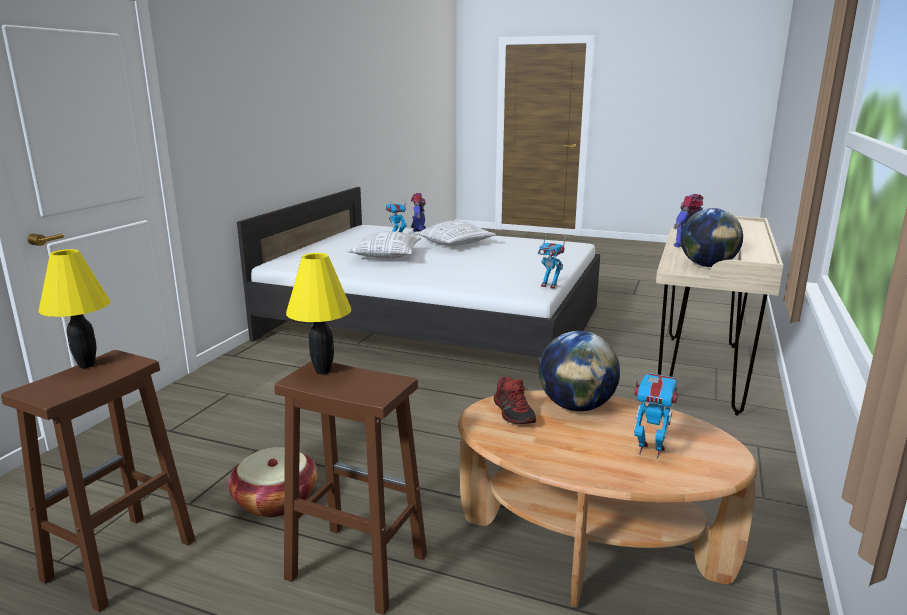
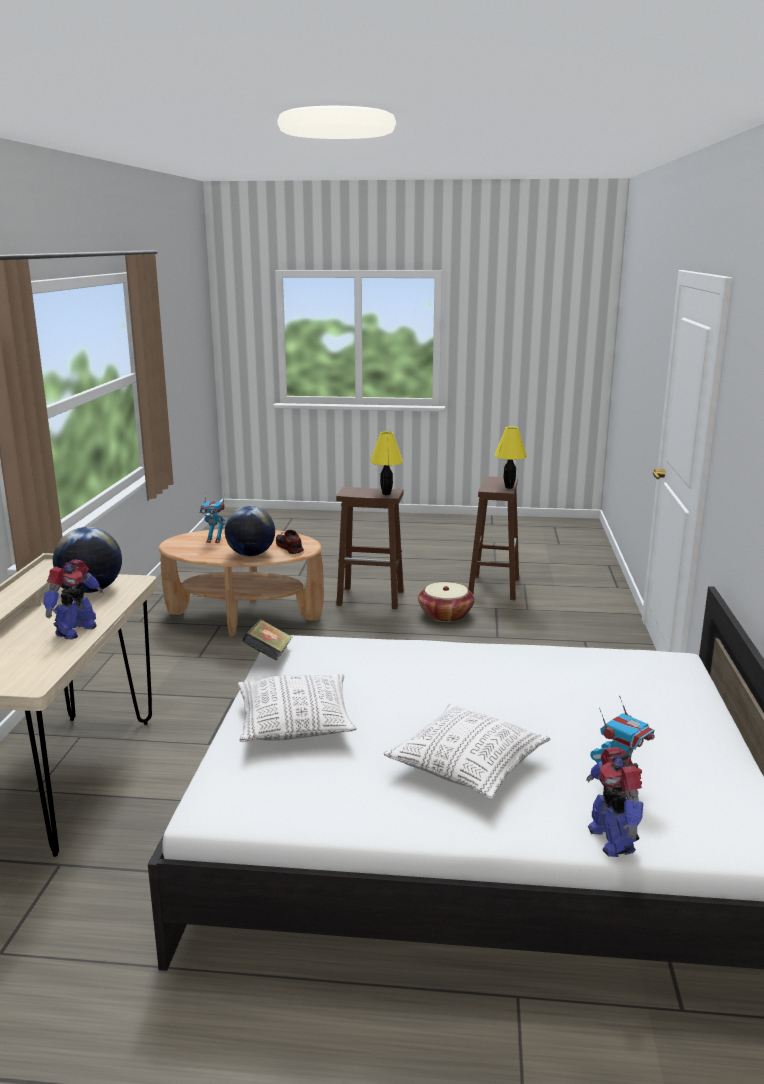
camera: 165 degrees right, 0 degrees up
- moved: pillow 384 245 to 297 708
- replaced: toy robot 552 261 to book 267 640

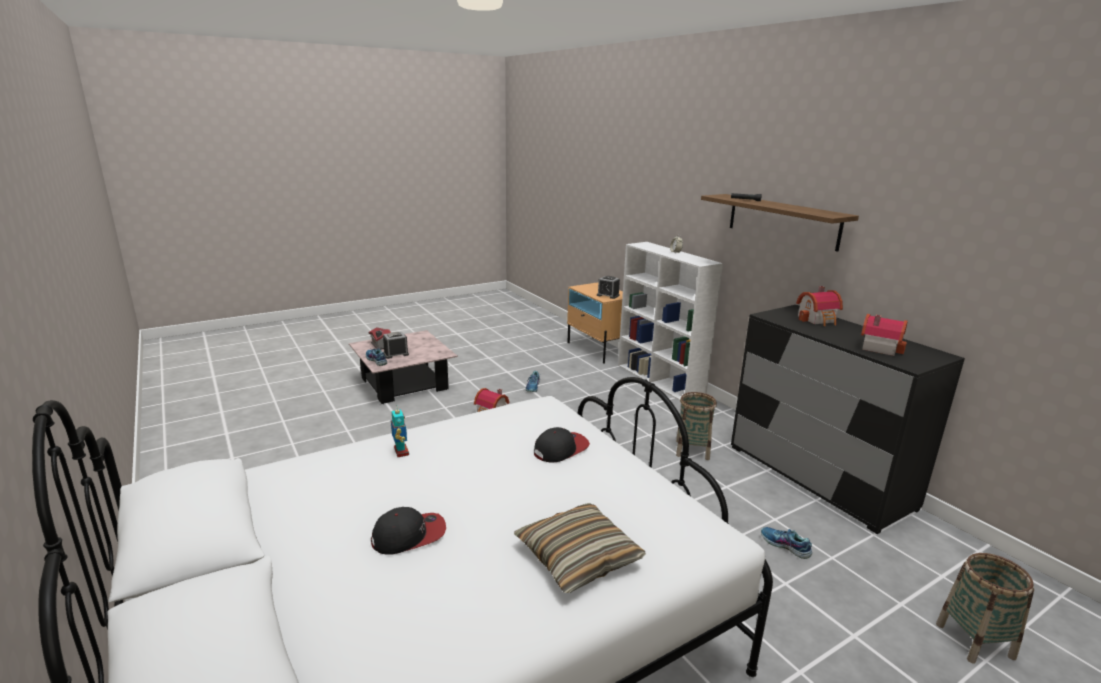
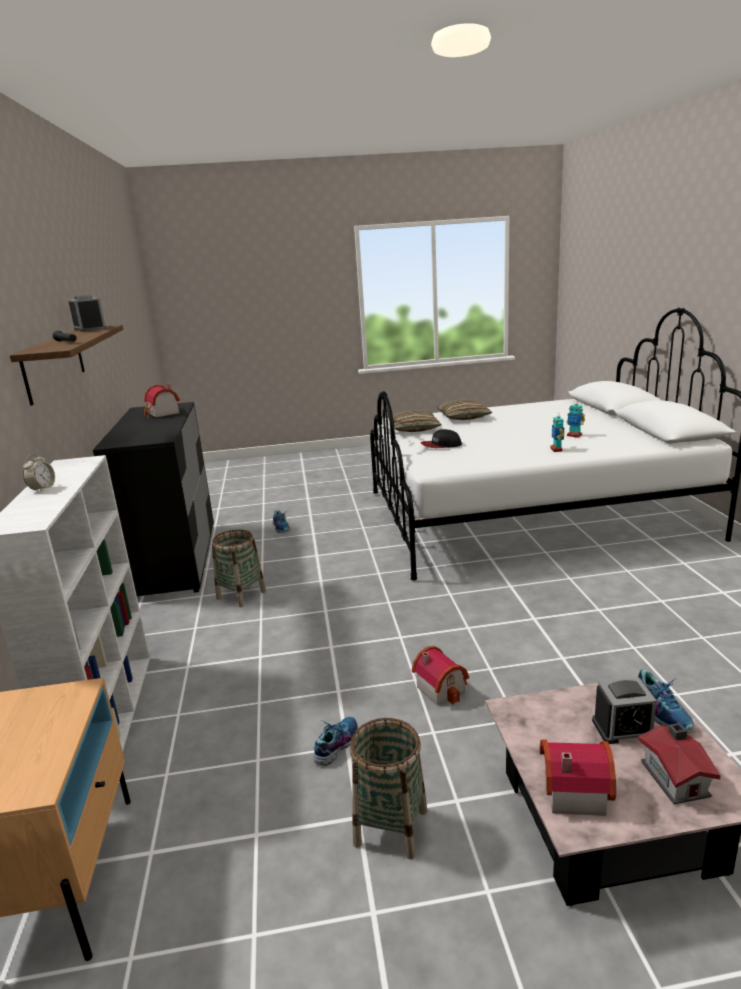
camera: 155 degrees left, 0 degrees up
- removed: cap 408 531
- added: pillow 415 421
- added: toy robot 575 419
- moved: alarm clock 608 287 to 87 313
- moved: toy house 819 306 to 577 777
- moved: basket 985 608 to 388 788

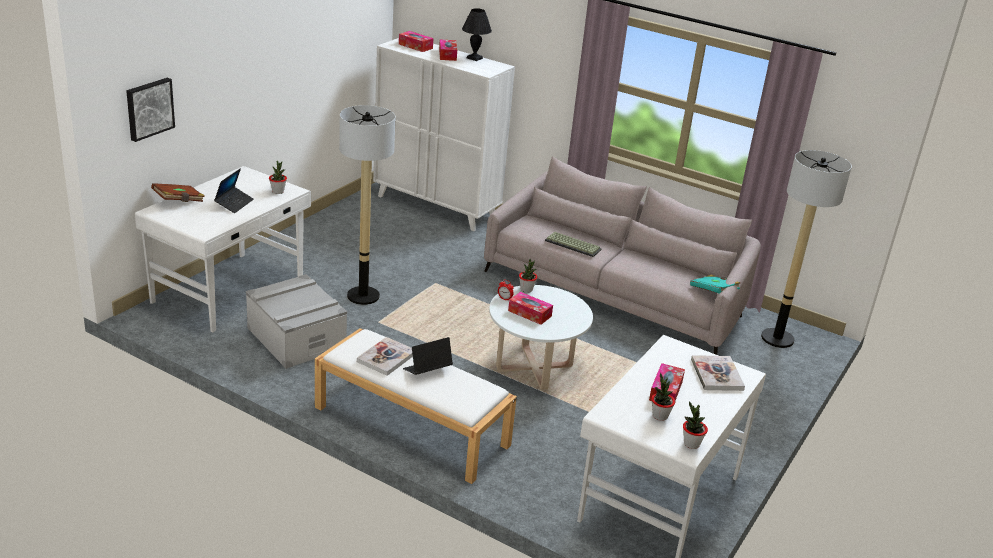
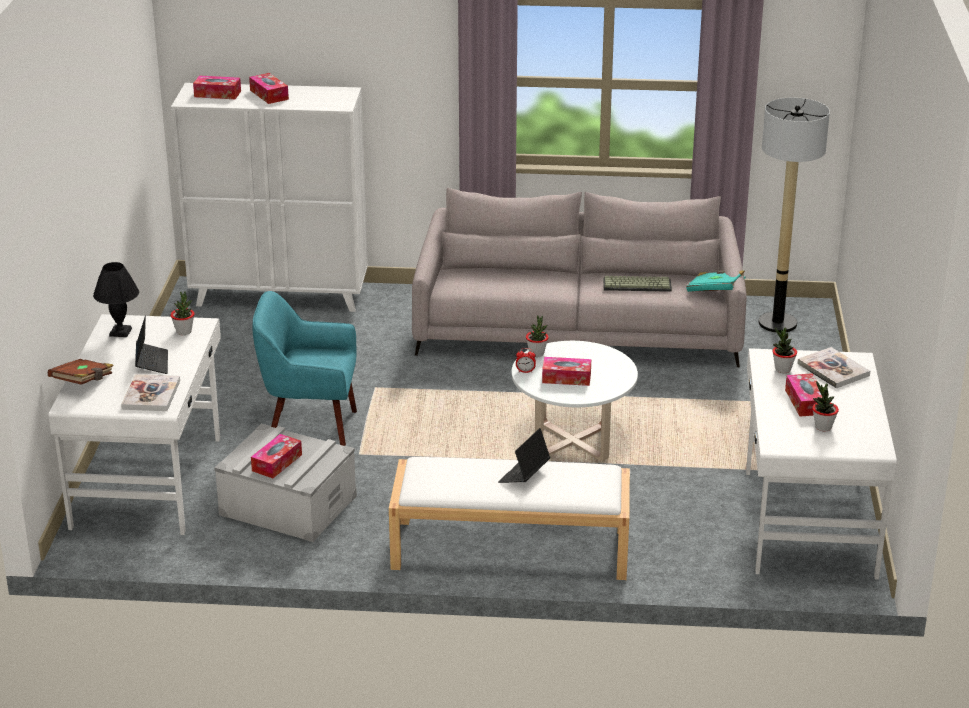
camera: 25 degrees left, 0 degrees up
- removed: picture 150 110
- added: tissue box 276 456
- moved: book 385 356 to 150 392
- moved: table lamp (black) 477 34 to 116 299
- moved: keyboard 573 244 to 637 284
- moved: potted plant 695 425 to 784 350
- replaced: floor lamp 367 205 to armchair (turquoise) 304 368

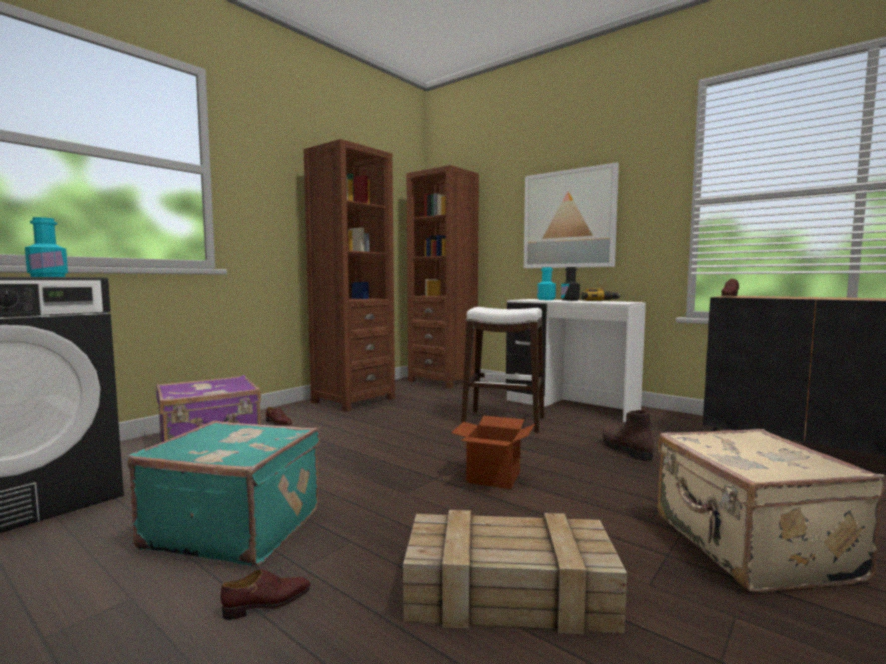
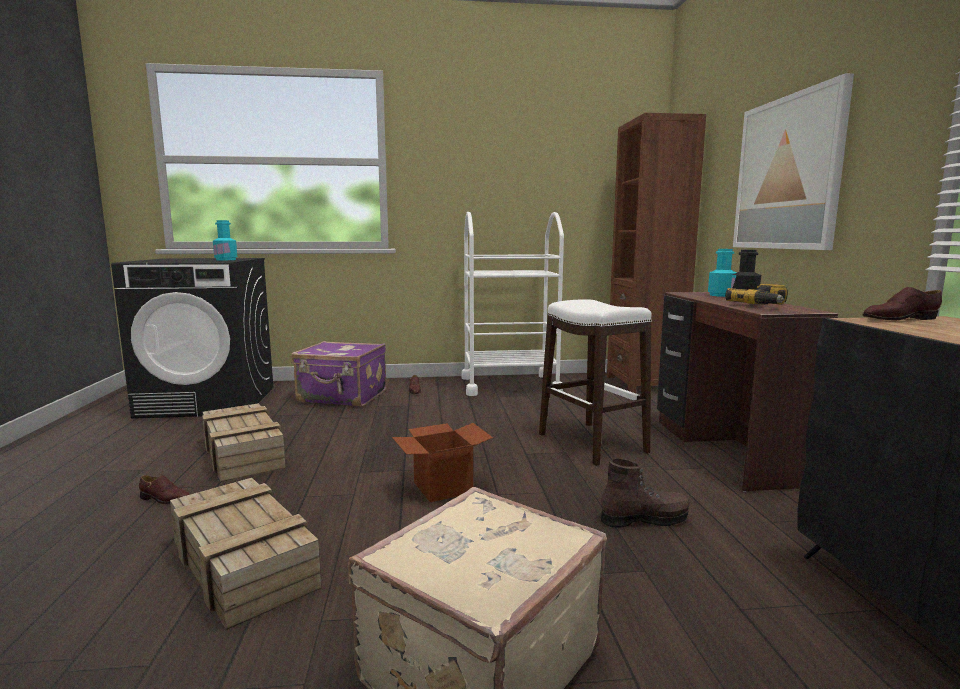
camera: 45 degrees right, 5 degrees up
- replaced: suitcase (turquoise) 224 493 to crate 244 442
- replaced: bookcase (brown) 349 275 to cart (white) 512 304
- recoloured: desk (white) 576 360 to desk (brown) 747 392
- turned: boot (brown) 628 435 = 645 493 60 degrees clockwise

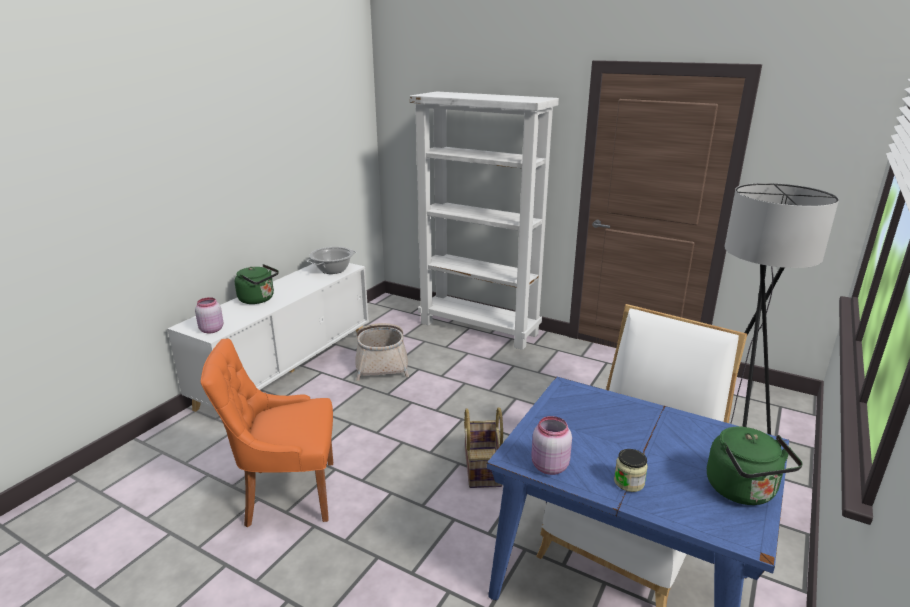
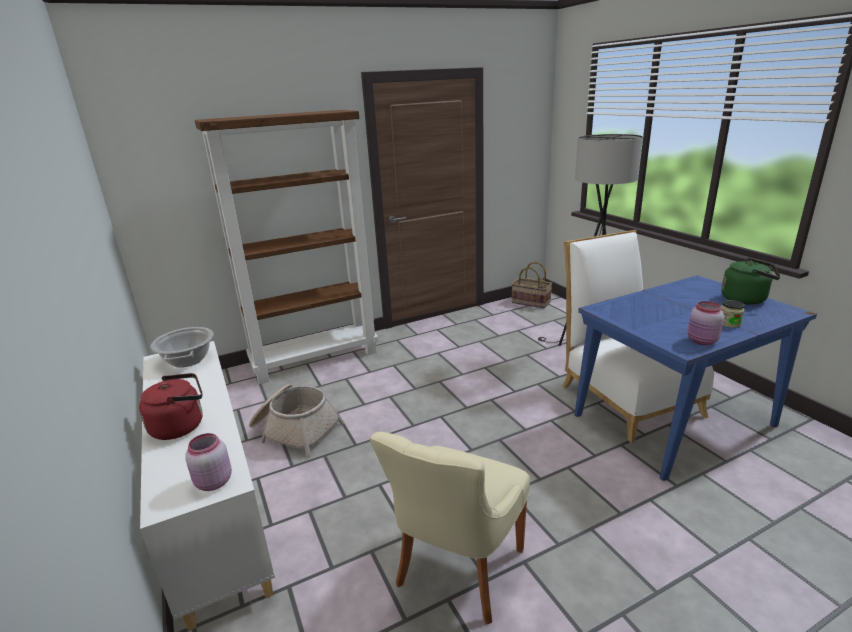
camera: 55 degrees left, 0 degrees up
- moved: basket 483 447 to 532 285
- recoloured: chair (orange) 266 433 to chair (beige) 449 528
- recoloured: kettle (green) 257 284 to kettle (red) 171 406
- recoloured: bookcase (white) 484 220 to bookcase (brown) 286 247

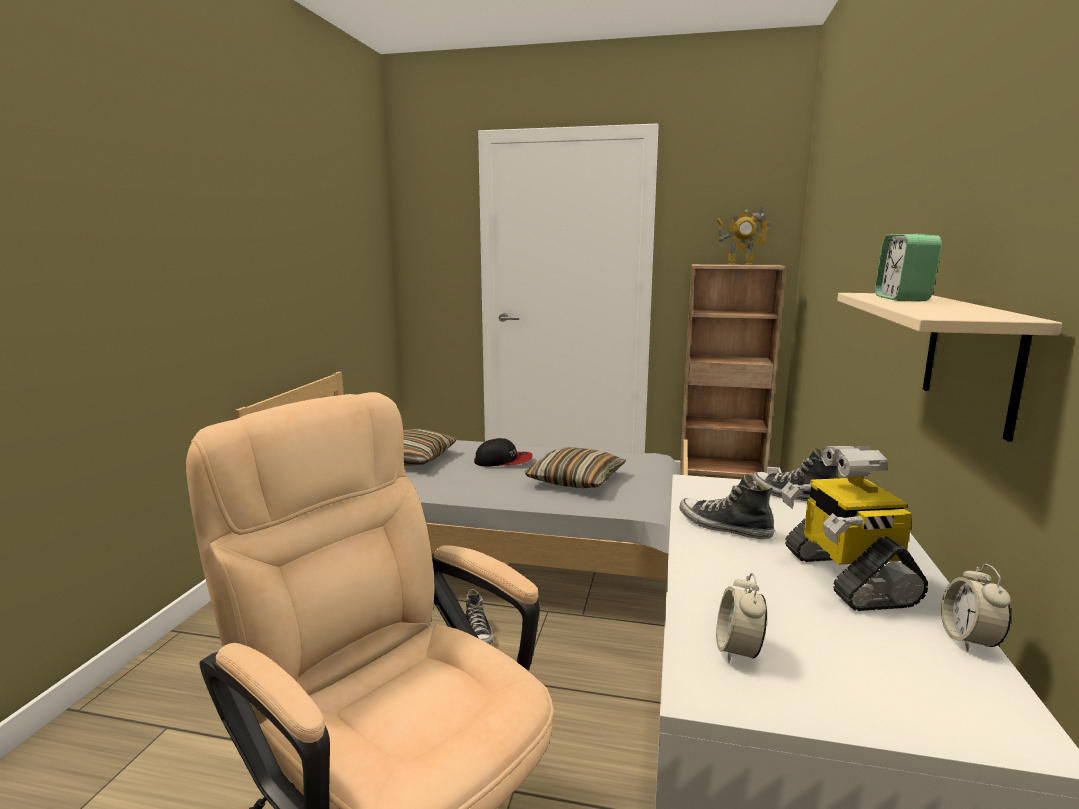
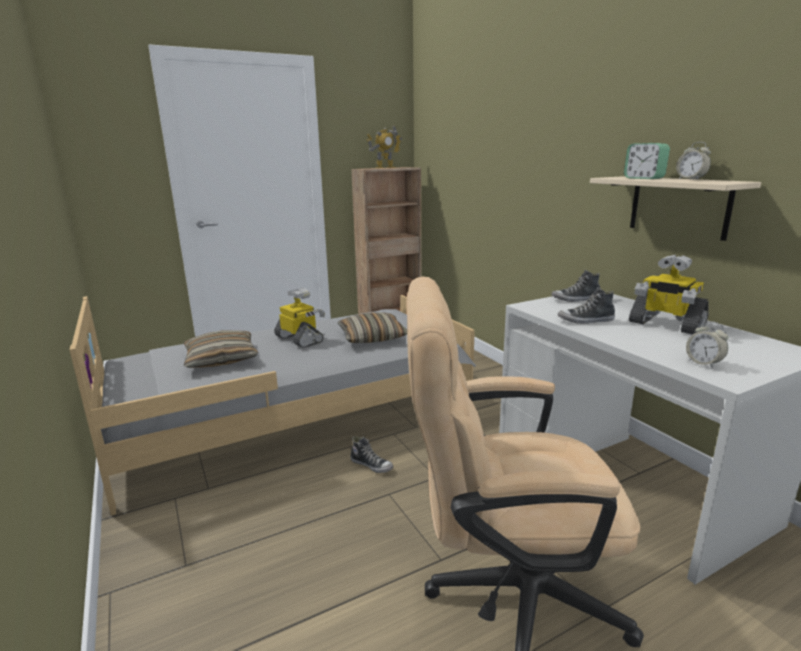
camera: 40 degrees left, 5 degrees up
- moved: alarm clock 976 608 to 693 161
- replaced: cap 503 452 to toy robot 299 318

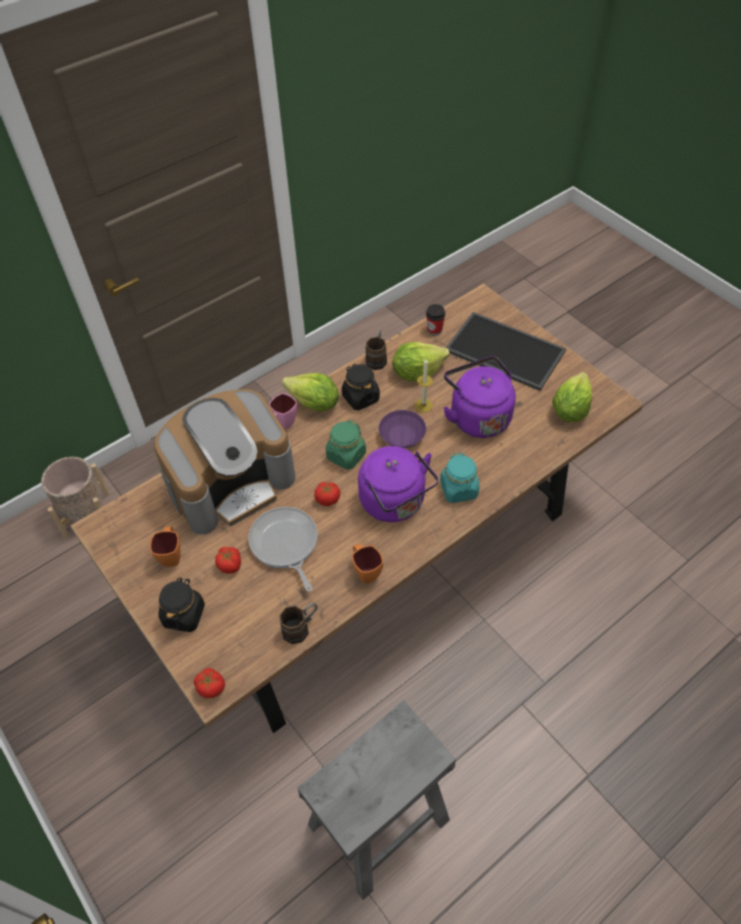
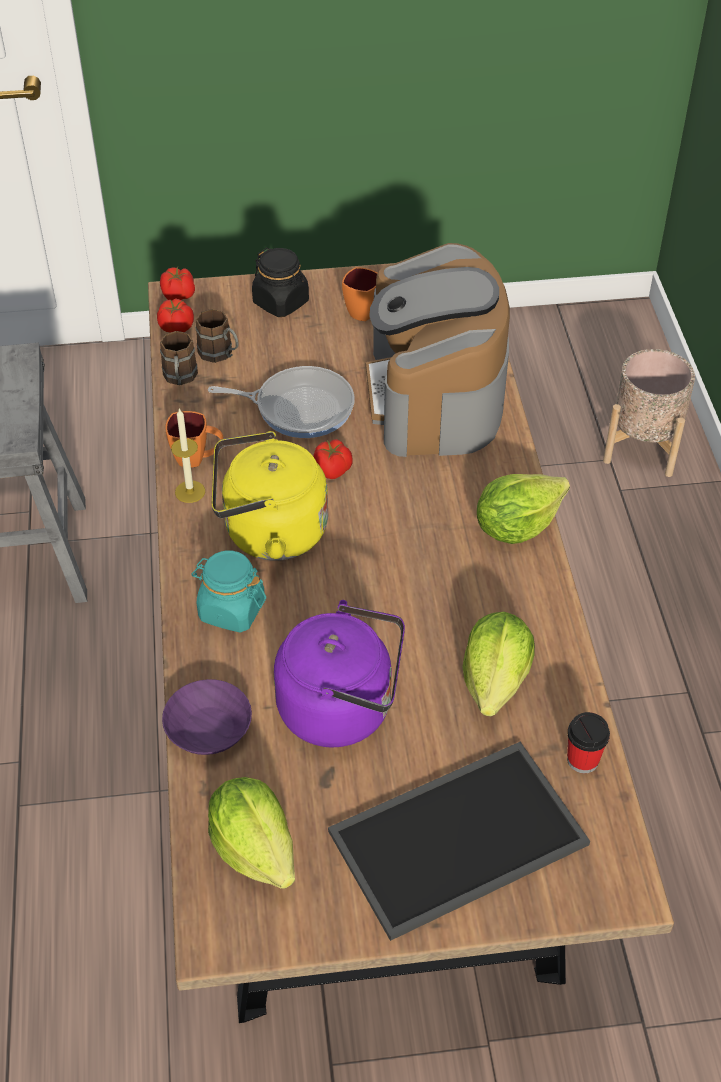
camera: 120 degrees right, 5 degrees down
- removed: mug (pink) 283 411
- removed: jar (green) 346 445
- removed: jar (black) 361 387
- moved: tomato 228 560 to 175 315
- moved: mug (brown) 376 350 to 217 336
- moved: bowl (purple) 402 429 to 207 717
- moved: candle 424 386 to 188 455
- recoloured: kettle (purple) 398 484 to kettle (yellow) 270 496

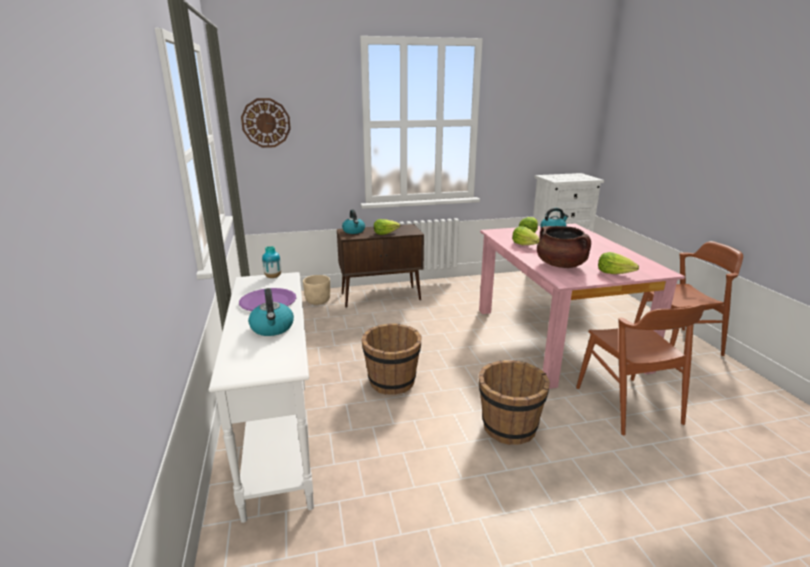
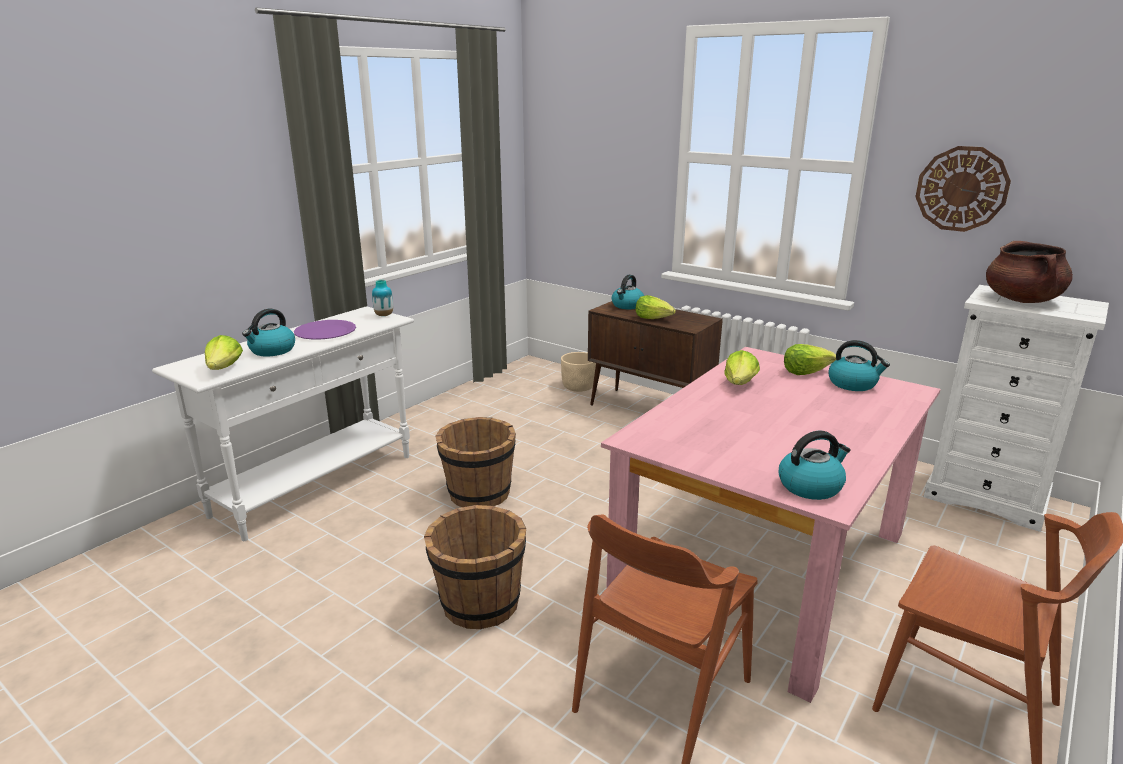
camera: 50 degrees right, 0 degrees up
- added: kettle 815 465
- moved: wall clock 266 123 to 963 189
- moved: cooking pot (brown) 564 247 to 1029 272
- moved: lettuce 618 263 to 224 352

